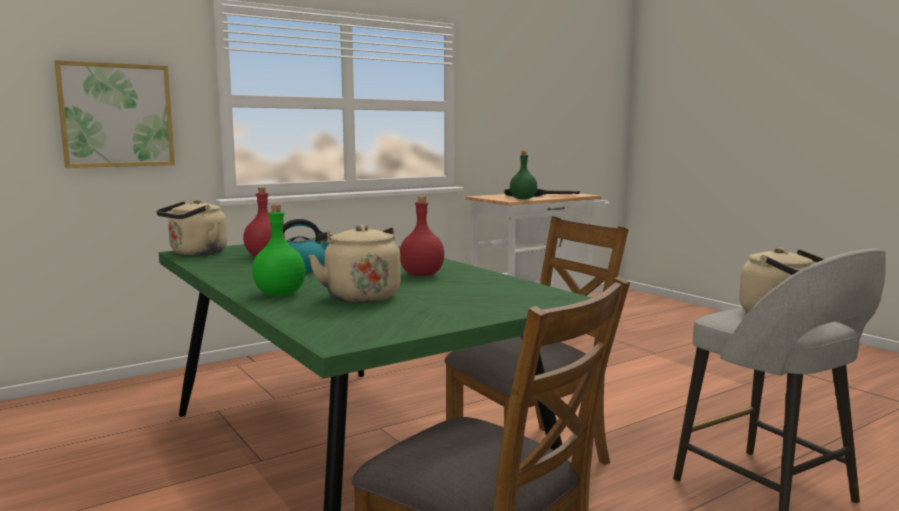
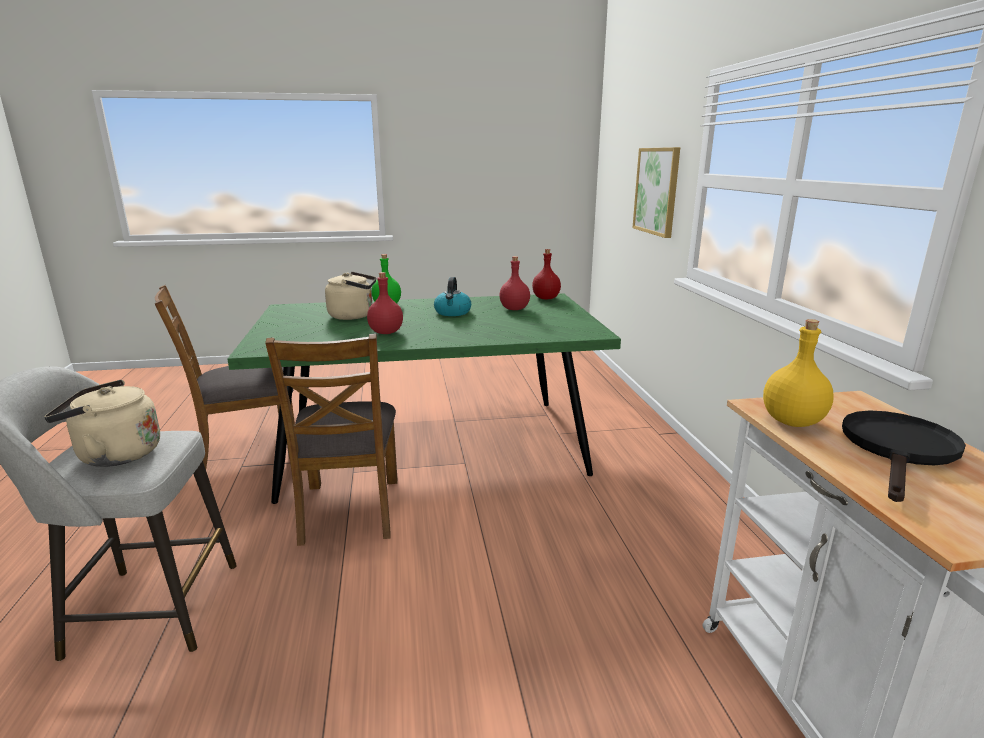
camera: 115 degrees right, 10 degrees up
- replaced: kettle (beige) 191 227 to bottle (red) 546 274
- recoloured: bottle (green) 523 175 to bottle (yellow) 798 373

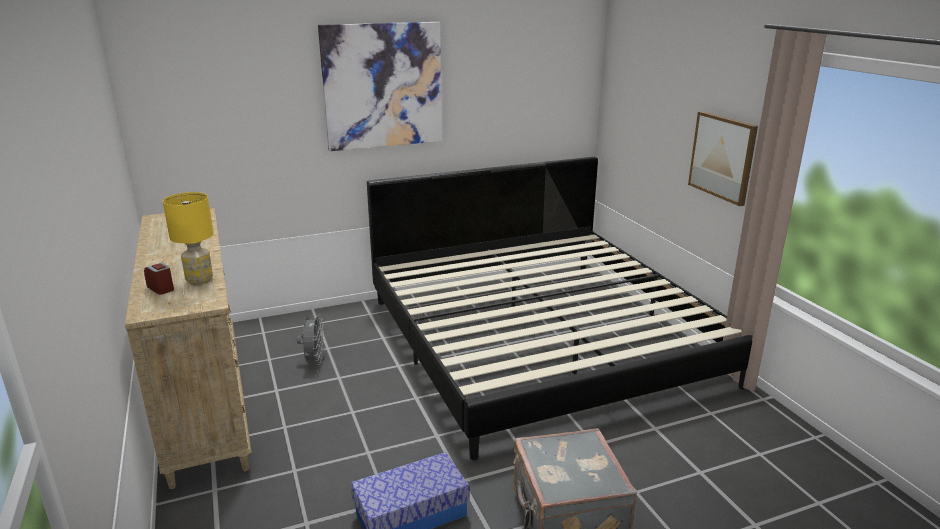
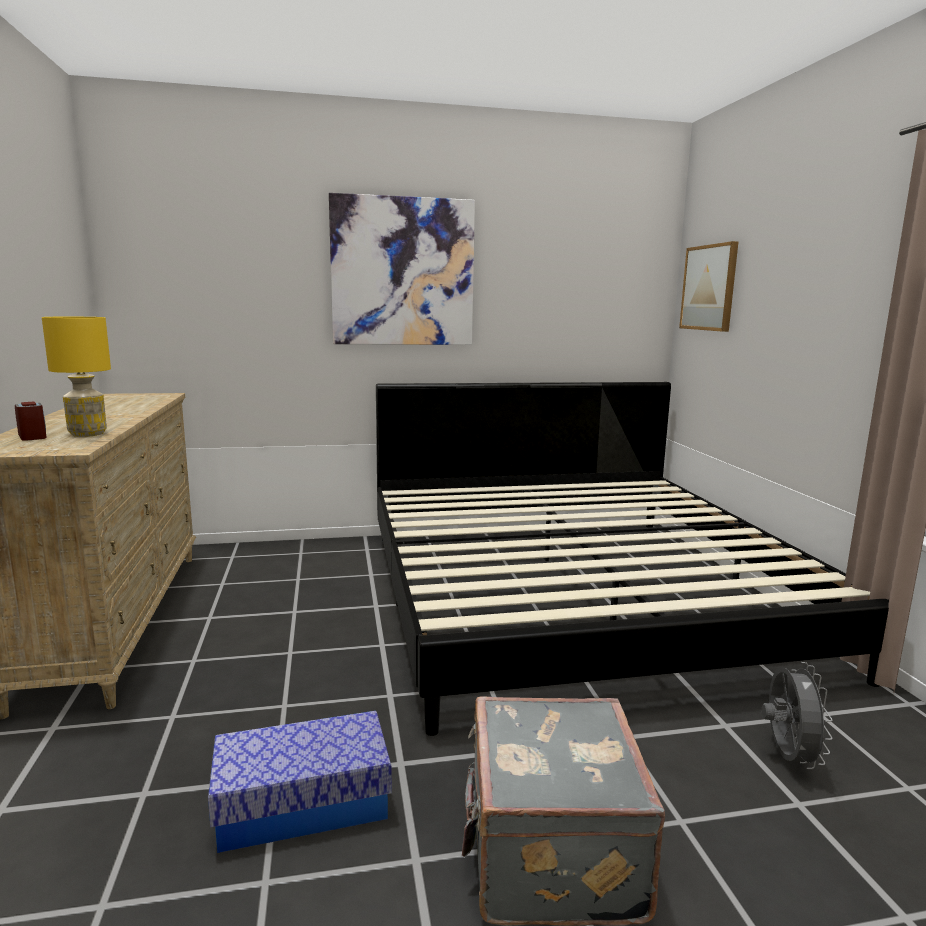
camera: 10 degrees right, 10 degrees down
- moved: fan (grey) 310 339 to 797 715
- moved: picture 723 158 to 709 286

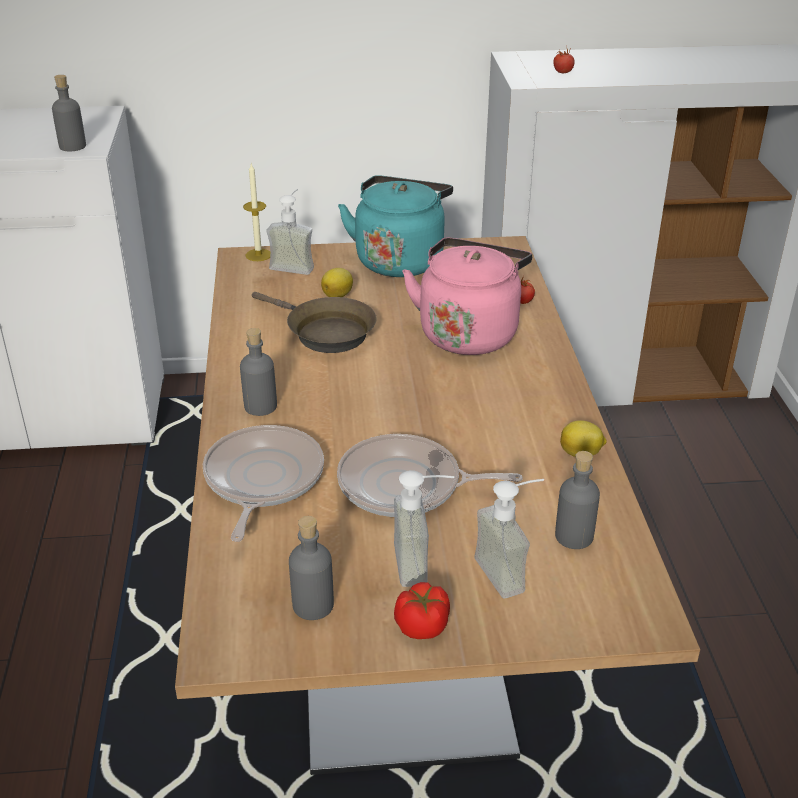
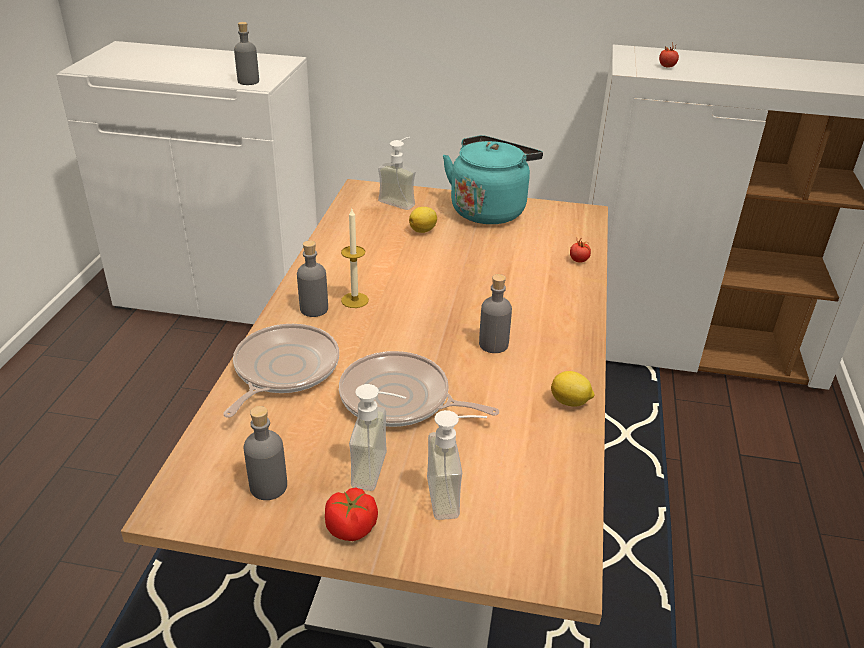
camera: 15 degrees right, 0 degrees up
- removed: frying pan (brown) 314 322
- removed: kettle (pink) 467 296
- moved: candle 256 212 to 355 258
- moved: bottle (grey) 577 500 to 495 313

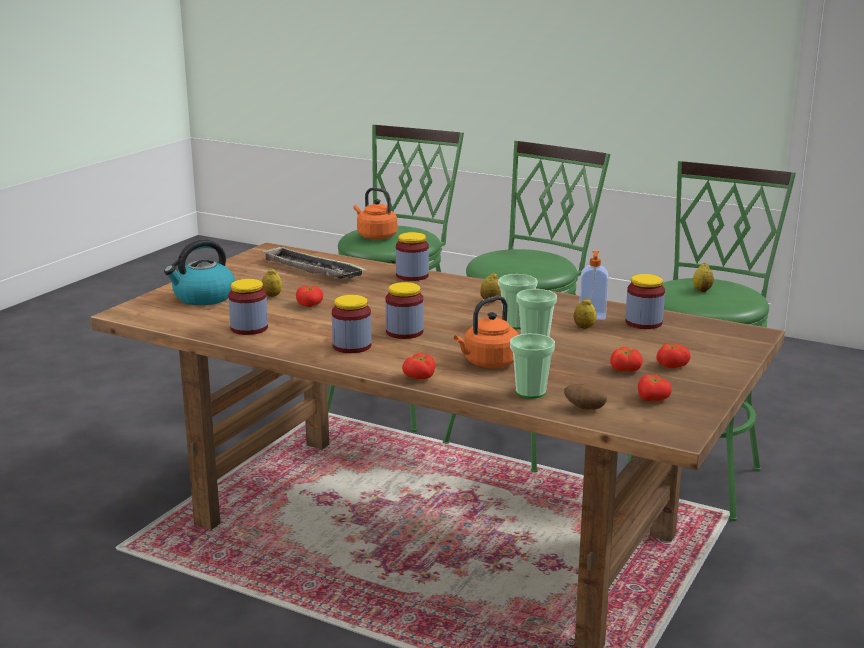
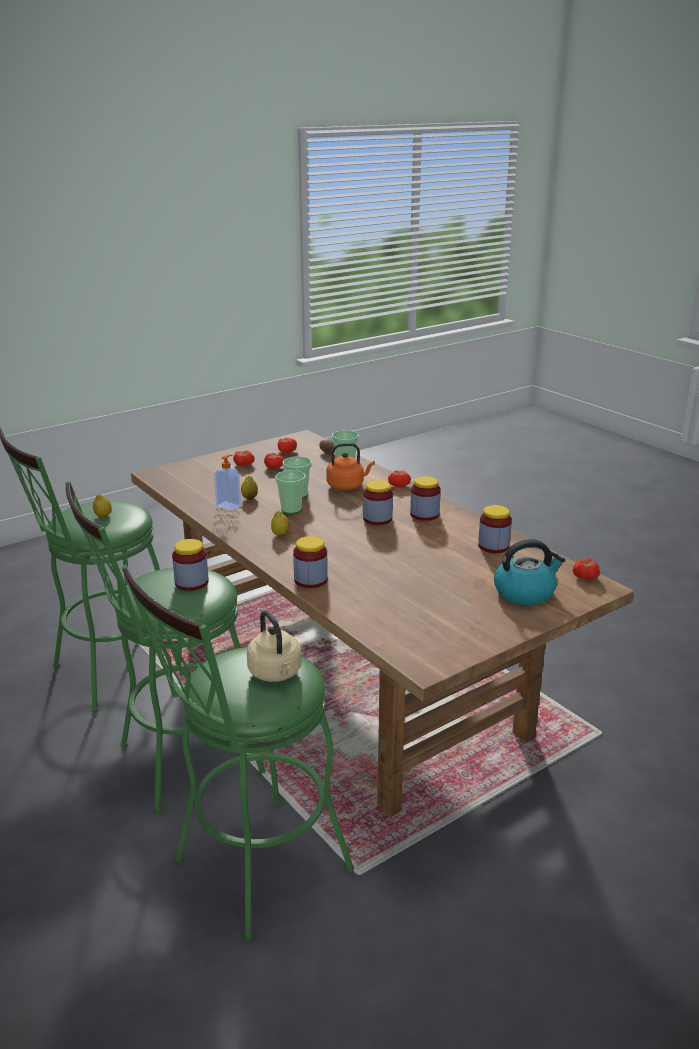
camera: 155 degrees left, 5 degrees up
- removed: tray 313 262
- removed: lemon 272 282
- moved: tomato 309 296 to 586 569
- moved: jar 645 301 to 190 565
- recoloured: kettle (orange) 375 214 to kettle (beige) 274 646

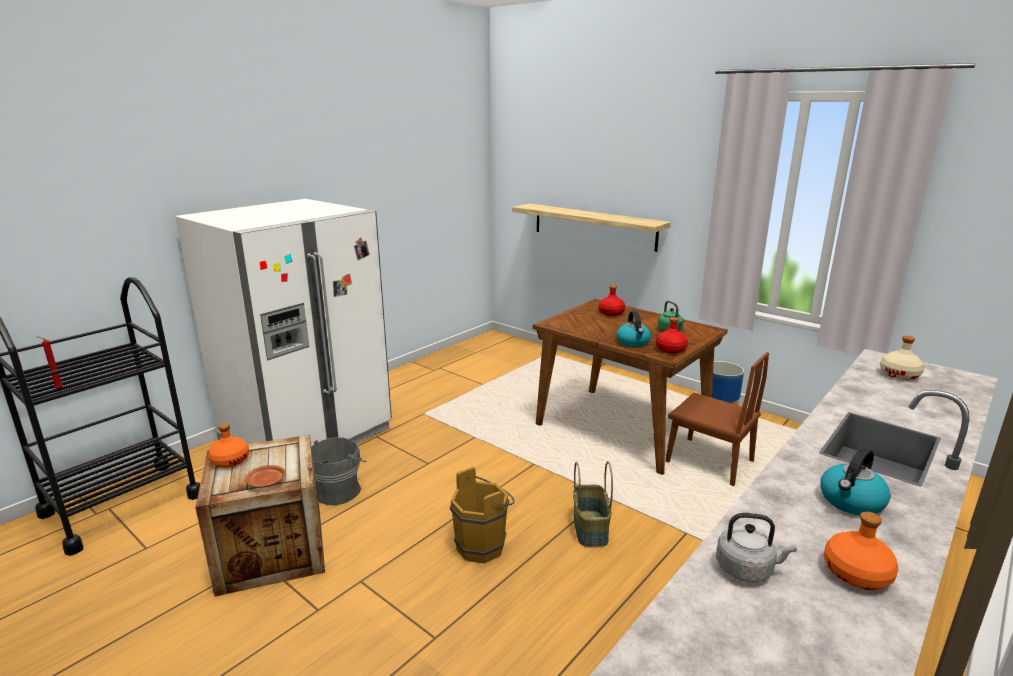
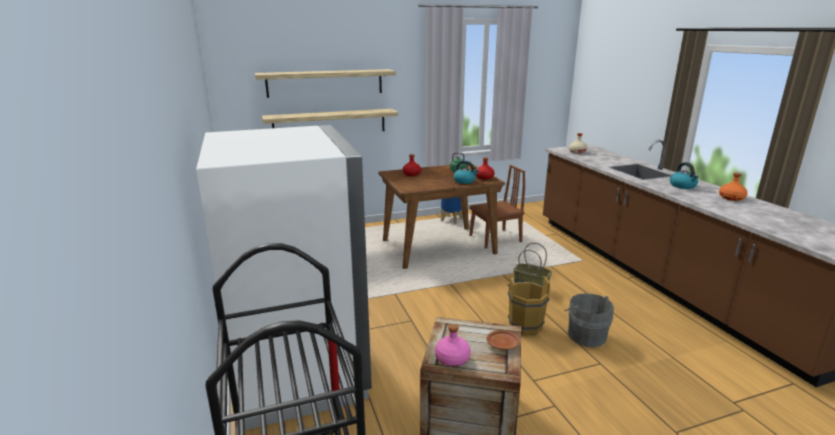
camera: 60 degrees left, 0 degrees up
- removed: kettle (grey) 756 547
- added: shelf 325 83
- moved: bucket (grey) 338 471 to 589 320
- recoloured: bottle (orange) 228 445 to bottle (pink) 453 345

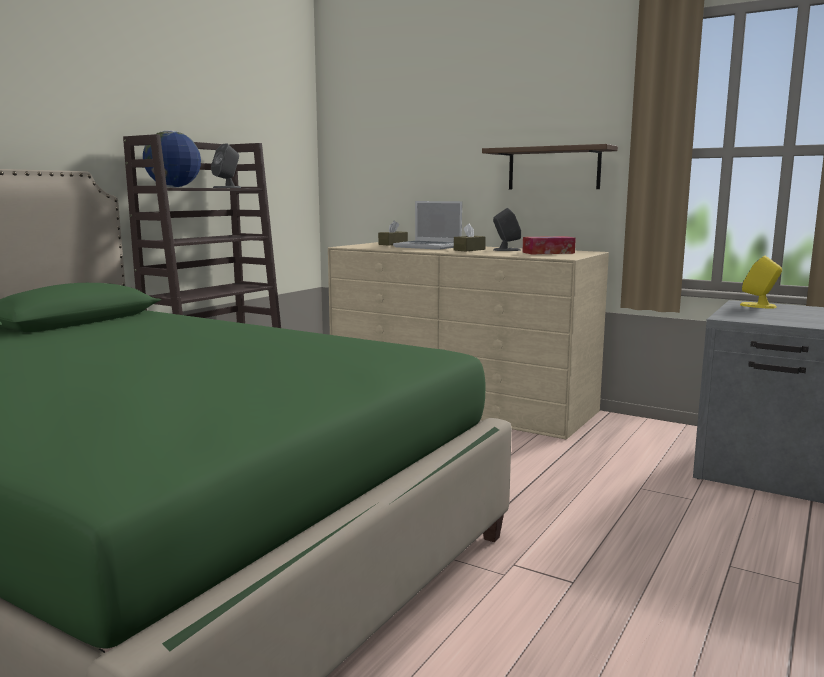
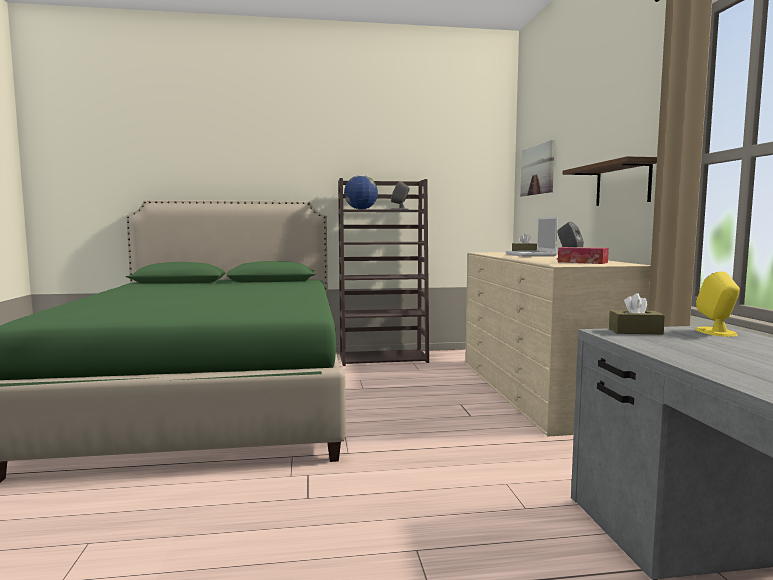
camera: 50 degrees right, 5 degrees down
- added: picture 537 168
- moved: tissue box (brown) 470 237 to 637 313

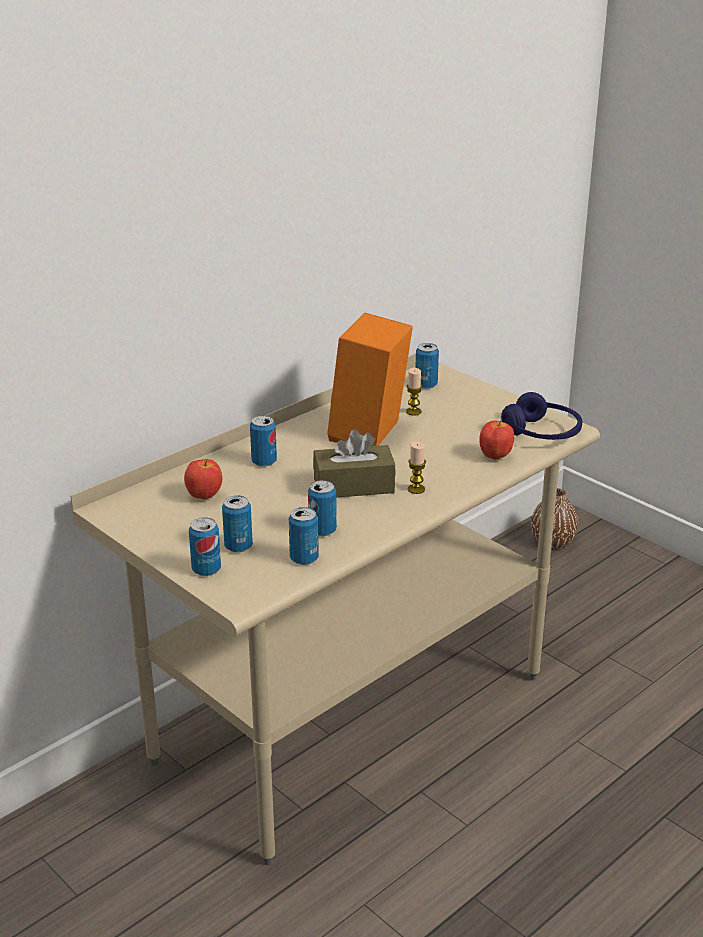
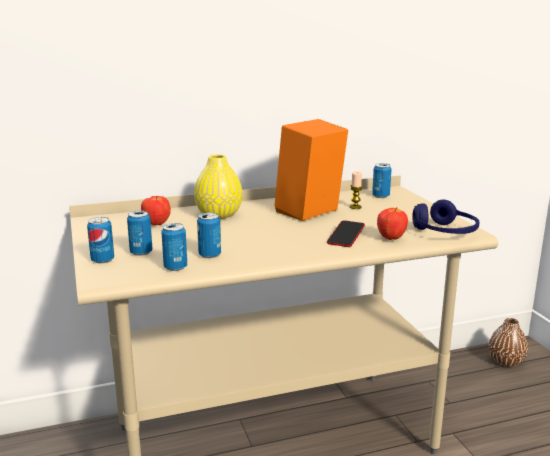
camera: 25 degrees right, 10 degrees down
- removed: tissue box (brown) 354 463
- removed: candle 417 468
- added: phone 346 233
- replaced: can 263 441 to vase (yellow) 218 186

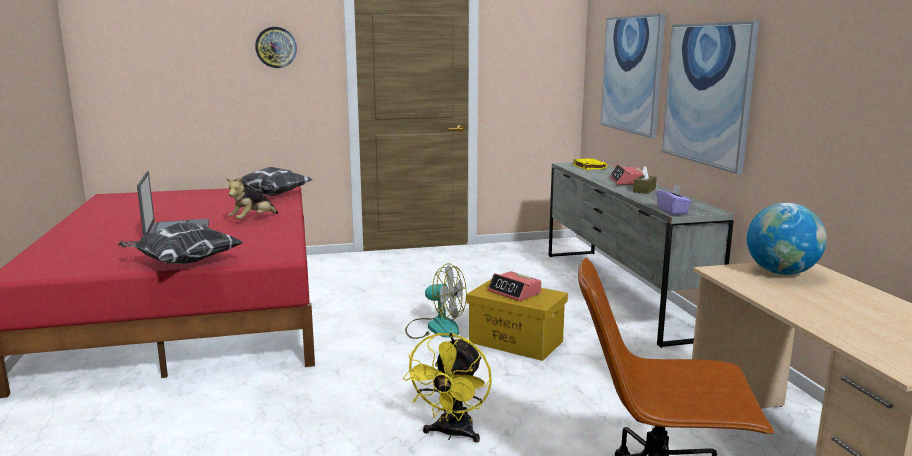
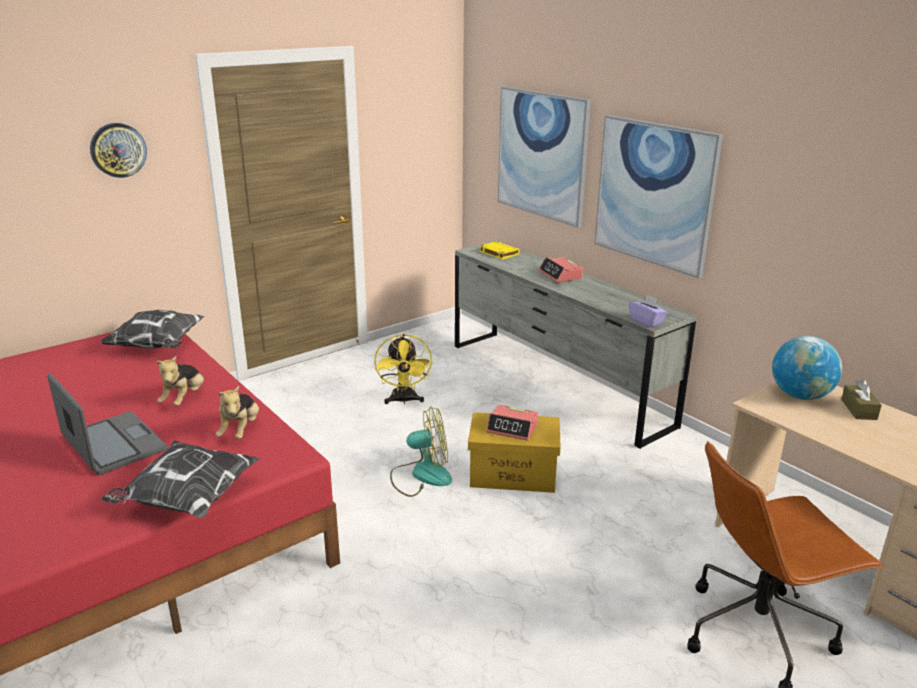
camera: 25 degrees left, 10 degrees up
- added: plush toy 237 412
- moved: fan (yellow) 447 388 to 403 369
- moved: tissue box (brown) 645 180 to 861 399

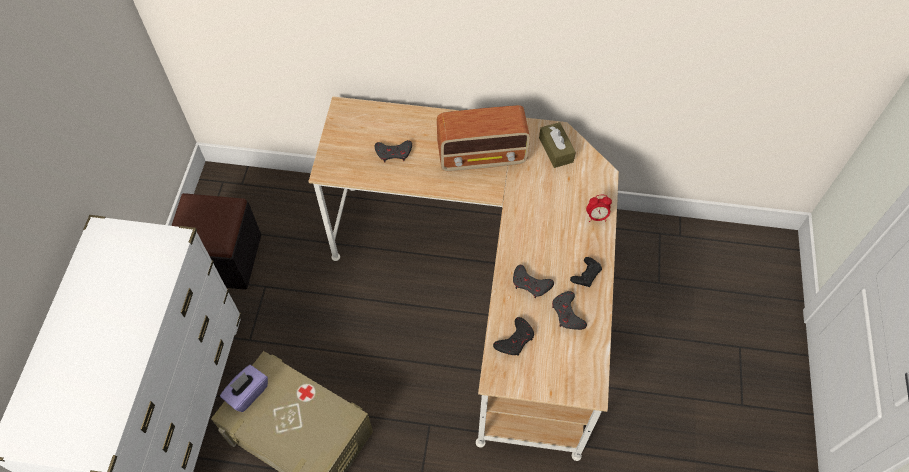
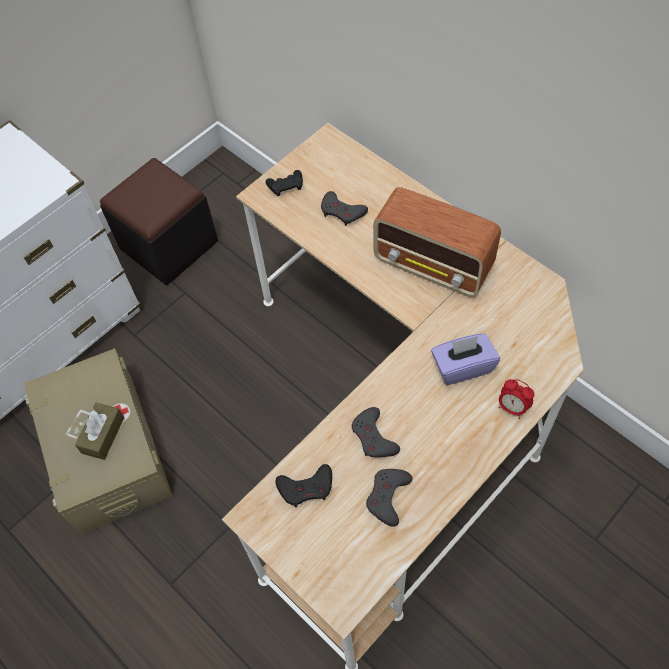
camera: 40 degrees right, 0 degrees up
- moved: tissue box (purple) 244 388 to 465 359
- moved: tissue box (brown) 557 145 to 99 431
- moved: game controller (black) 586 272 to 284 183

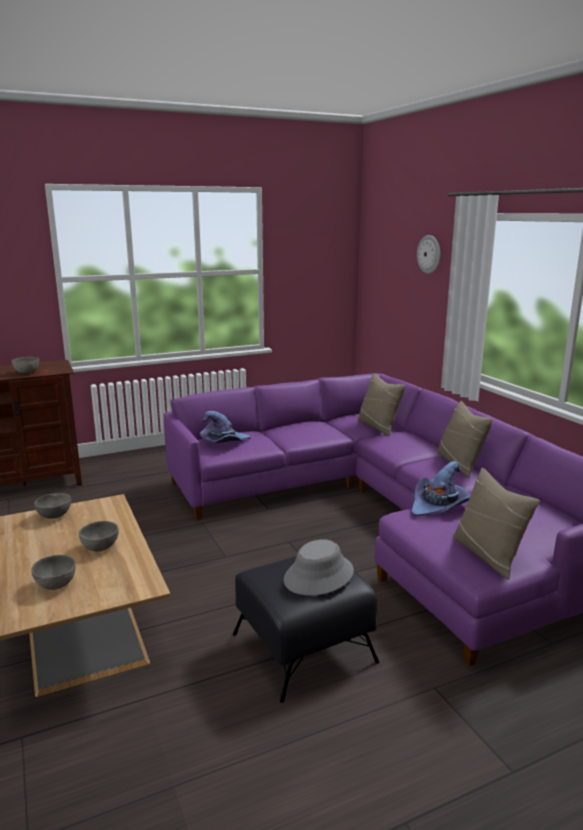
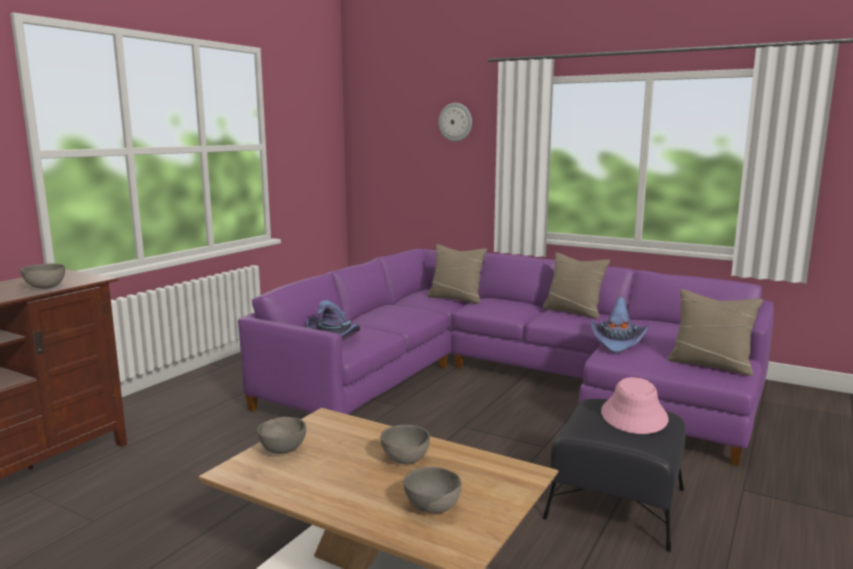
camera: 35 degrees left, 5 degrees down
- recoloured: hat (grey) 319 567 to hat (pink) 634 405

